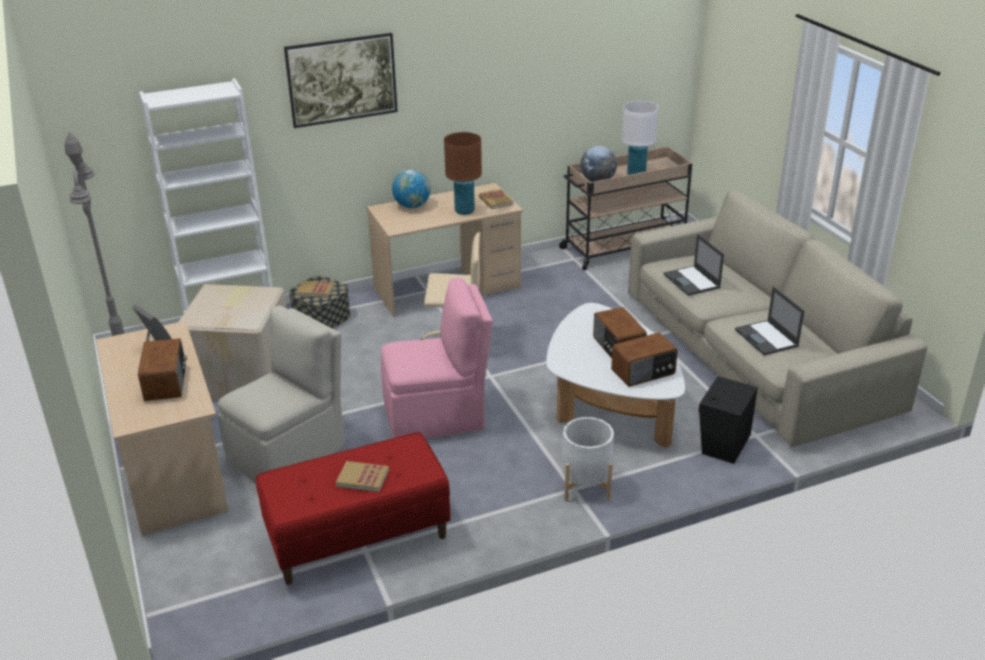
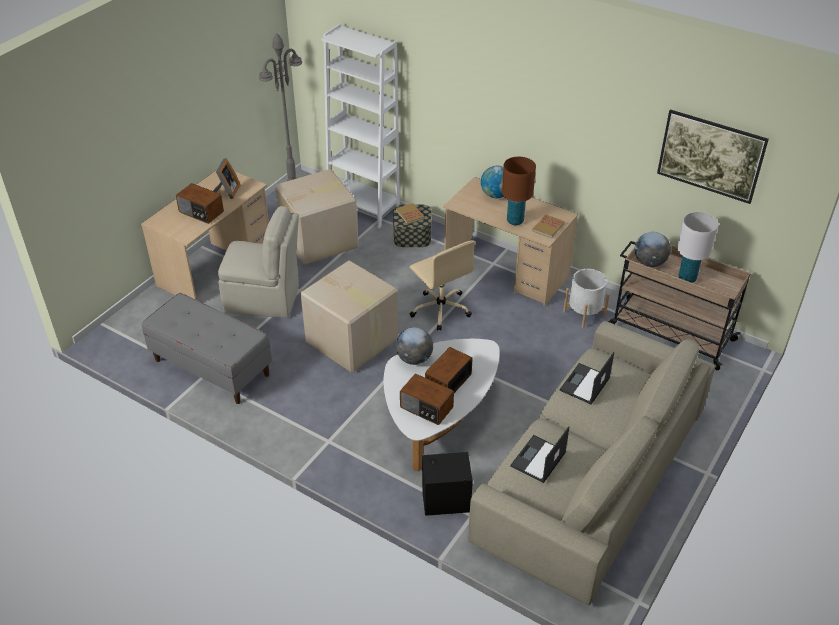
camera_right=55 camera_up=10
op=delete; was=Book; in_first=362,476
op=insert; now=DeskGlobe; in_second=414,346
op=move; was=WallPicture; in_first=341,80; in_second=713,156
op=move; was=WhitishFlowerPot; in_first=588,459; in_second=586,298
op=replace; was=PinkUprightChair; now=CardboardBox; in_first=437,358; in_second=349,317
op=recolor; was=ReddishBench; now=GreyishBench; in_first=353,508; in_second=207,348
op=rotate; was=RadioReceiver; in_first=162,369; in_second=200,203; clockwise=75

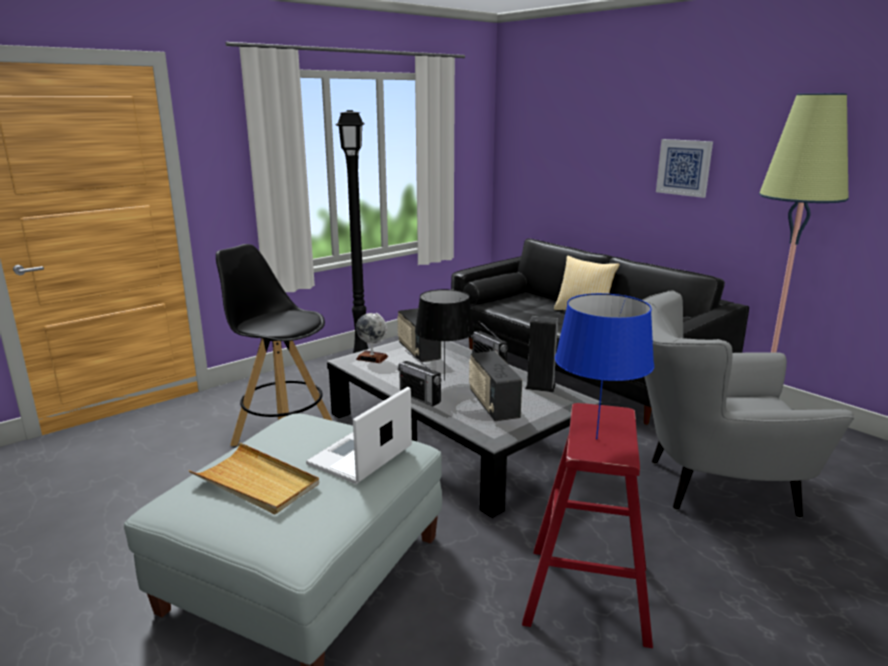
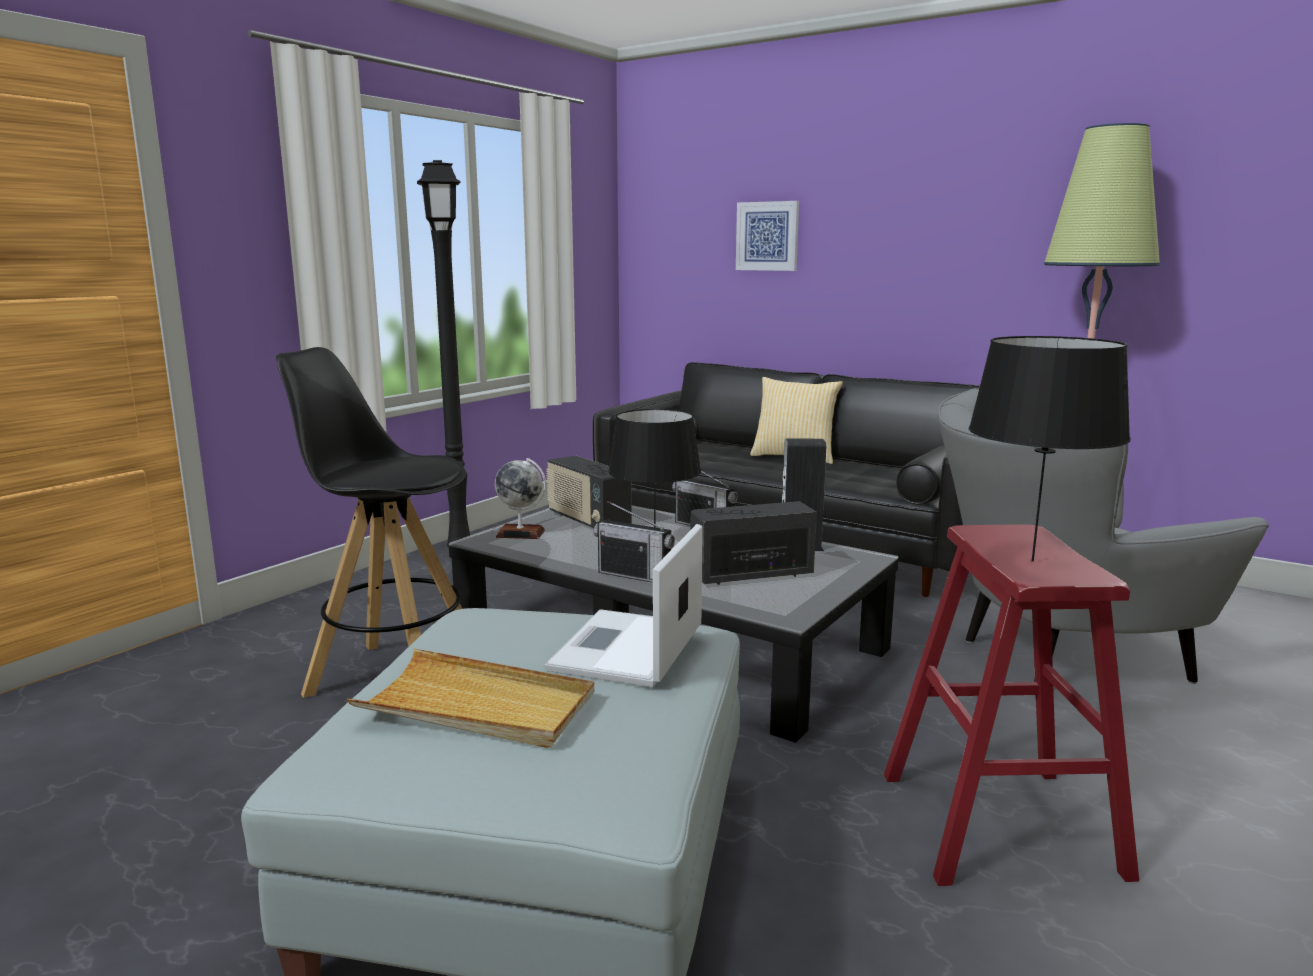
camera_right=-15 camera_up=-5
op=move; was=WallPicture; in_first=684,168; in_second=767,236
op=recolor; was=BluishTabletopLamp; now=BlackColouredTabletopLamp; in_first=604,366; in_second=1050,449
op=rotate; was=RadioReceiver; in_first=495,386; in_second=754,543; clockwise=105

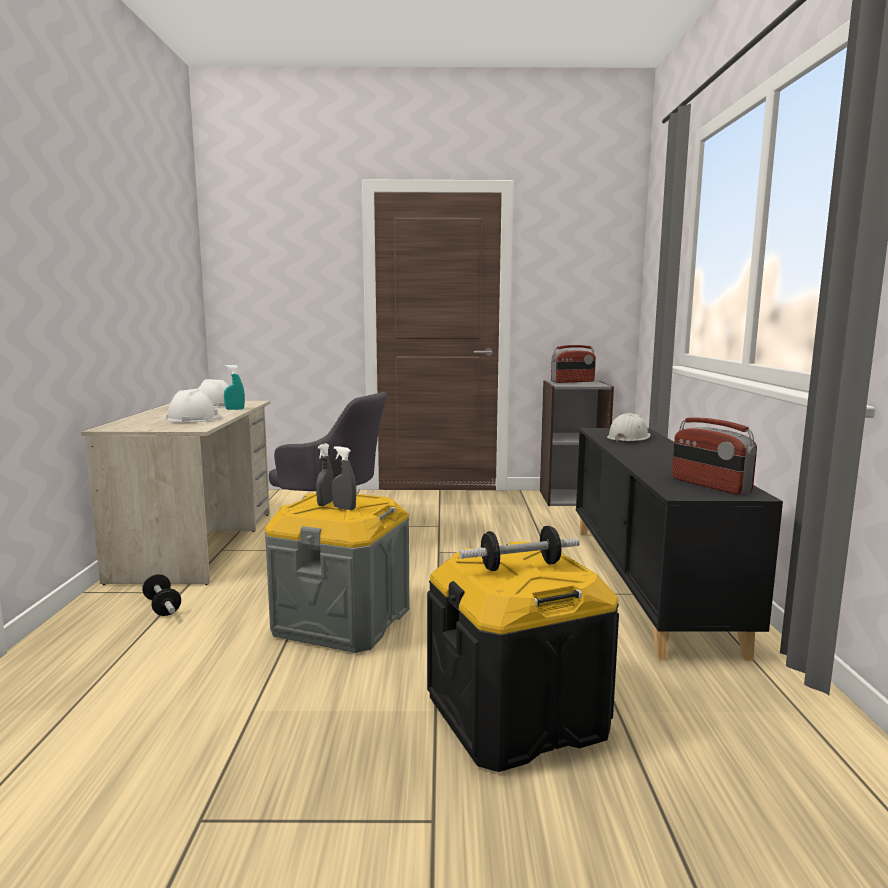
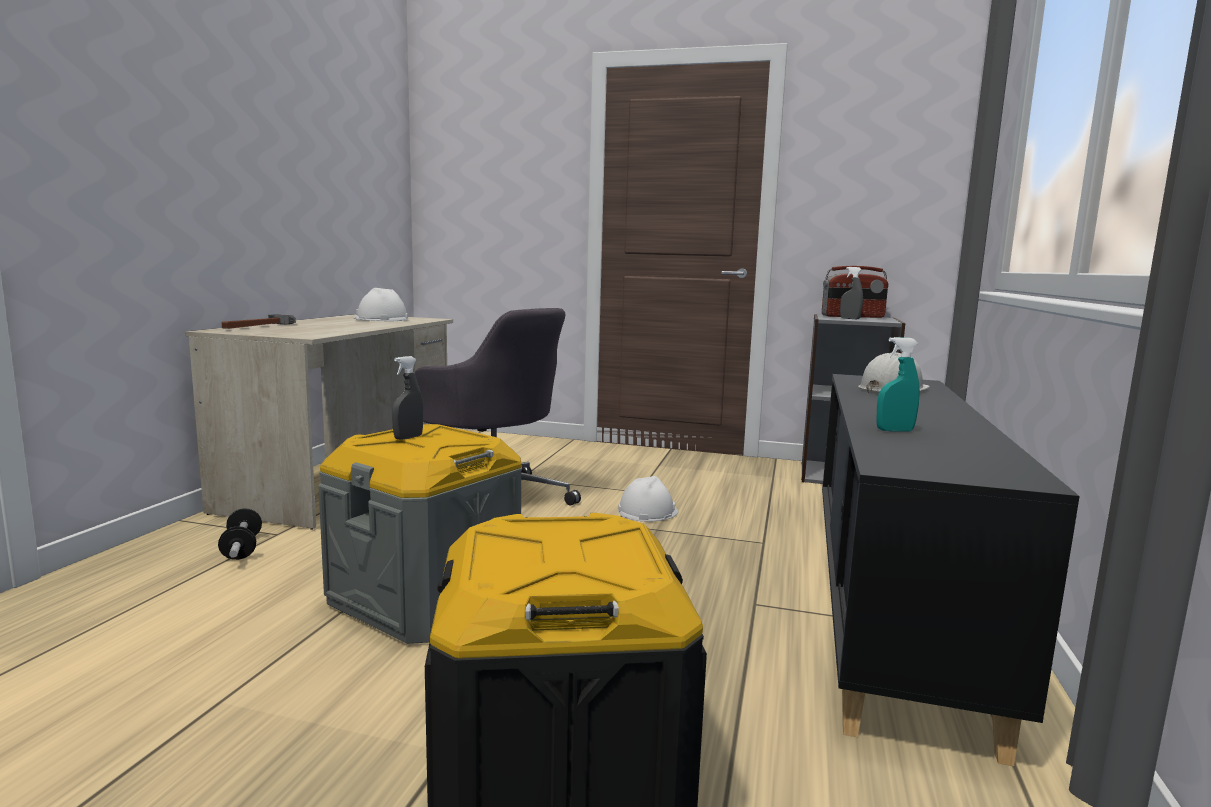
camera_right=15 camera_up=0
op=delete; was=Dumbbell; in_first=519,548
op=delete; was=RadioReceiver; in_first=714,456
op=insert; now=ToolHammer; in_second=259,321
op=move; was=WhitishWorkHelmet; in_first=194,405; in_second=648,498
op=move; was=TurquoiseSprayer; in_first=234,387; in_second=898,384
op=move; was=GreyishSprayer; in_first=344,478; in_second=851,293

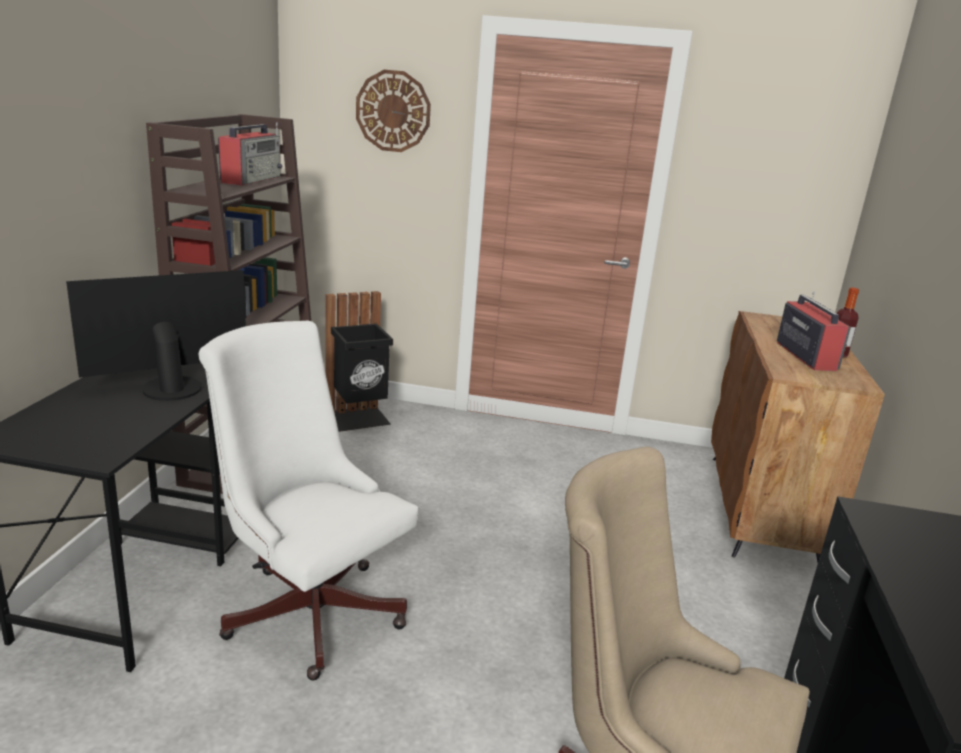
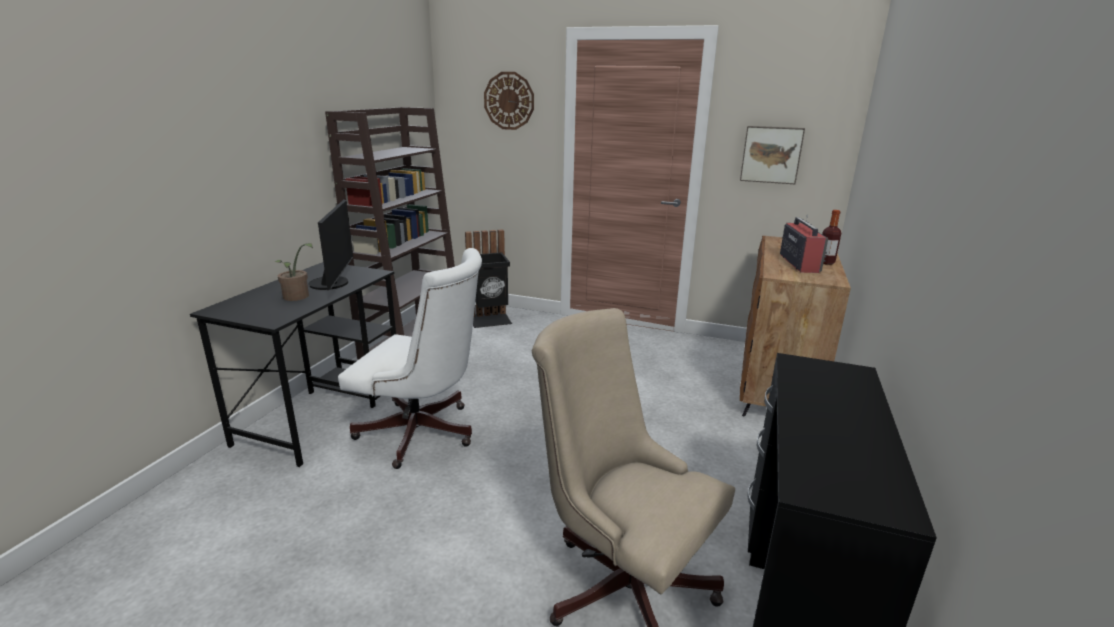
camera_right=10 camera_up=0
op=delete; was=RadioReceiver; in_first=250,154
op=insert; now=PottedPlant; in_second=293,272
op=insert; now=WallPicture; in_second=772,155
op=rotate; was=Monitor; in_first=156,335; in_second=330,245; clockwise=105
op=rotate; was=WhitishDeskChair; in_first=308,500; in_second=410,358; clockwise=150

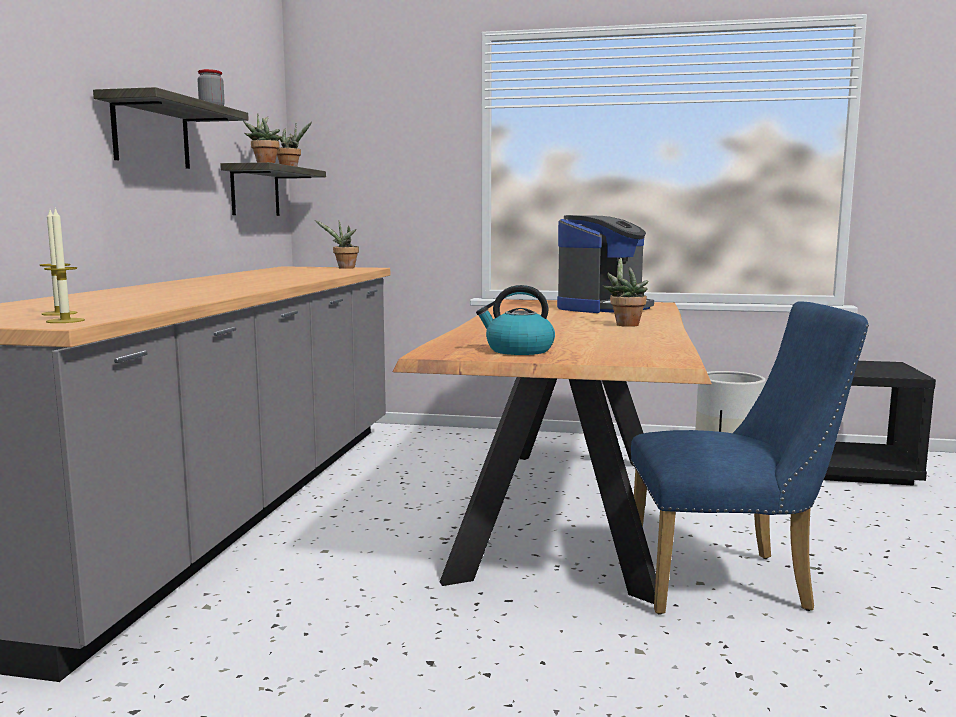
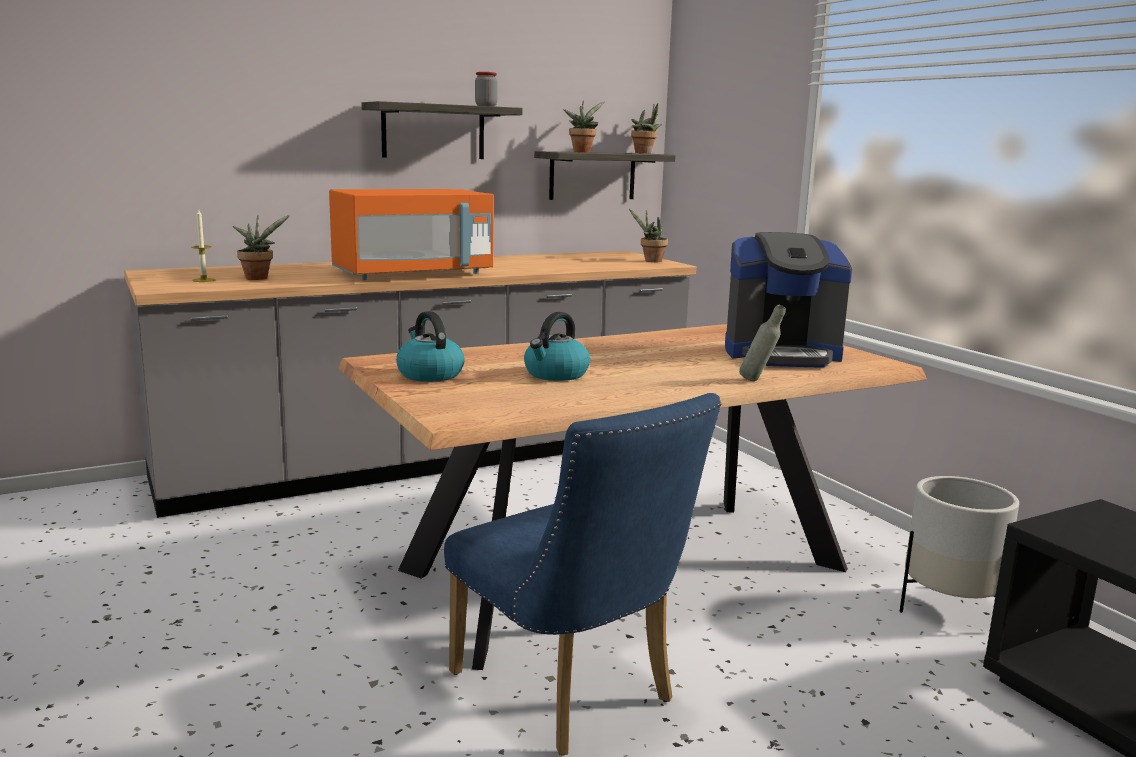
camera_right=50 camera_up=5
op=delete; was=WaxLight; in_first=64,265
op=insert; now=OrangeColouredMicrowave; in_second=411,234
op=insert; now=Kettle; in_second=557,346
op=insert; now=GreyishBeverageBottle; in_second=762,343
op=move; was=PottedPlant; in_first=626,292; in_second=261,247

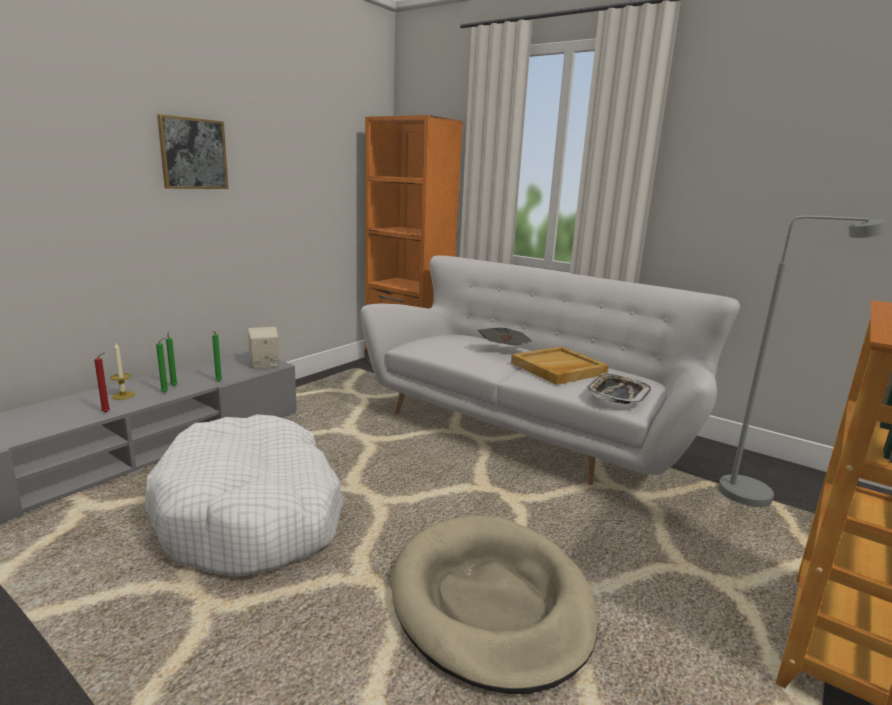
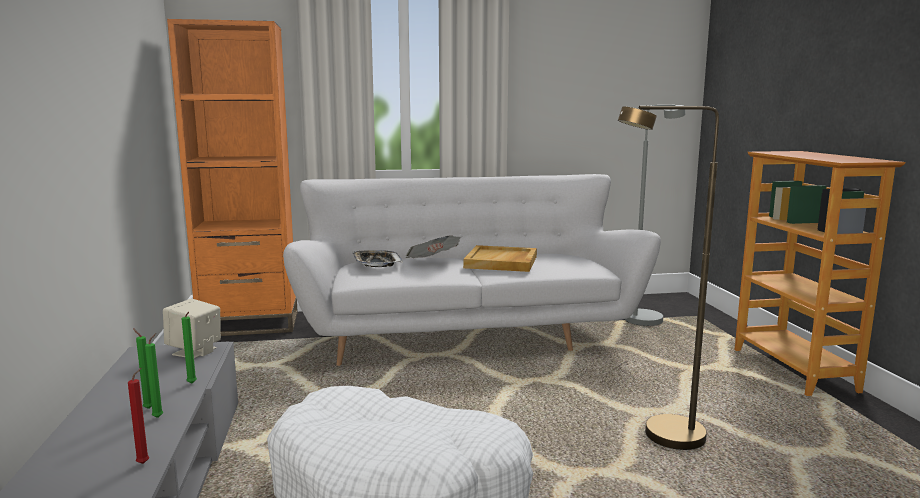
camera_right=-45 camera_up=-5
op=delete; was=WaxLight; in_first=123,371
op=delete; was=WallPicture; in_first=192,151
op=move; was=ServingTray; in_first=619,388; in_second=378,258
op=replace; was=SandColouredPetBed; now=BrownishStandingLamp; in_first=495,604; in_second=668,278

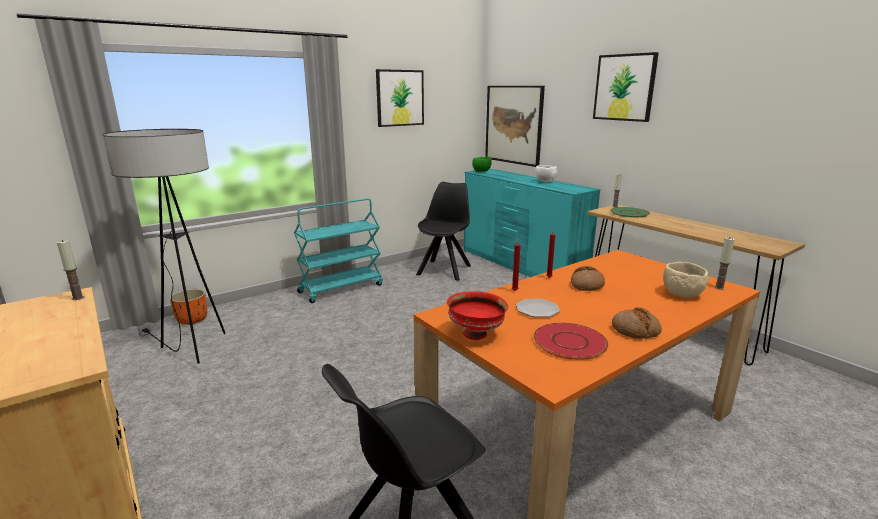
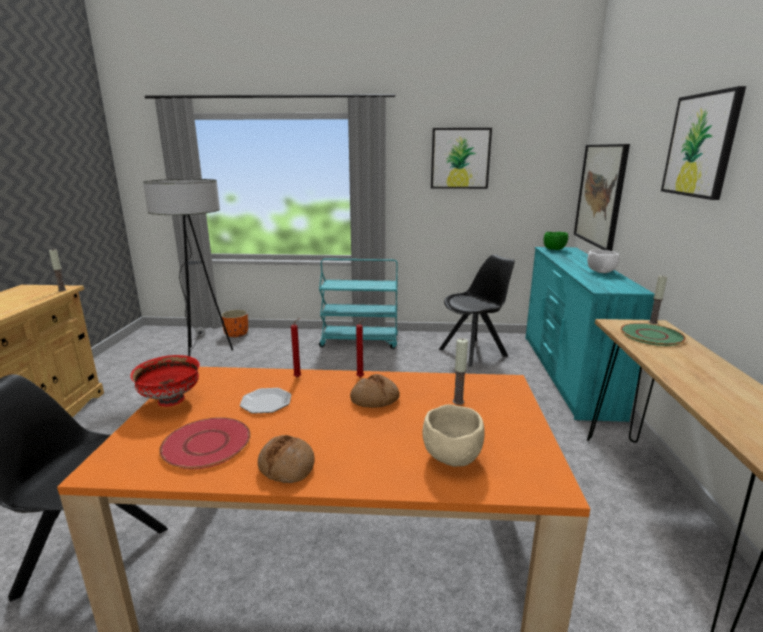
camera_right=40 camera_up=0
op=move; was=WaxLight; in_first=725,264; in_second=460,371

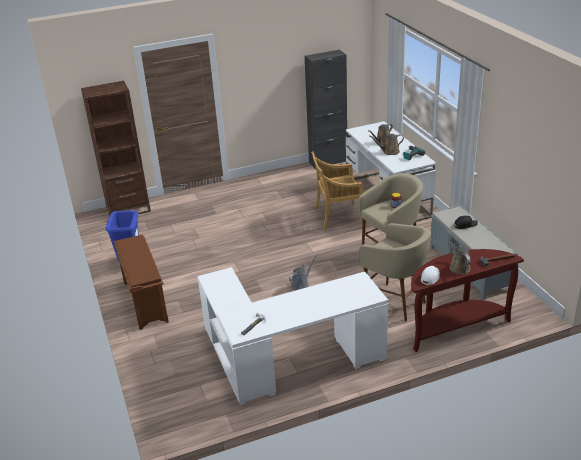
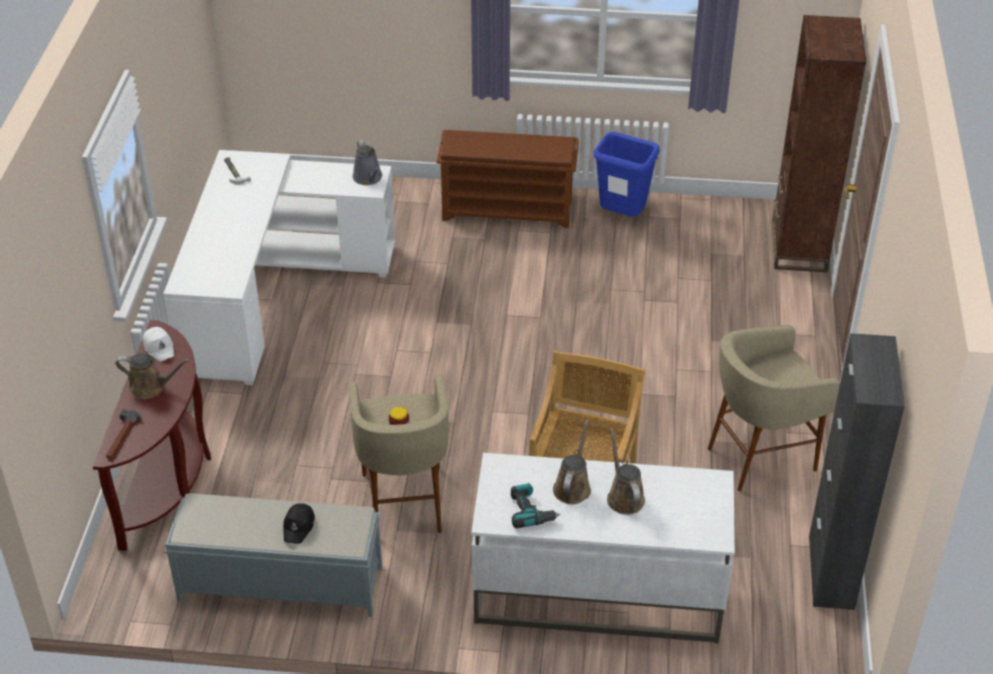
camera_right=115 camera_up=10
op=move; was=GreyishWateringPot; in_first=303,273; in_second=367,162
op=move; was=SandColouredStoolSeat; in_first=395,272; in_second=774,408

